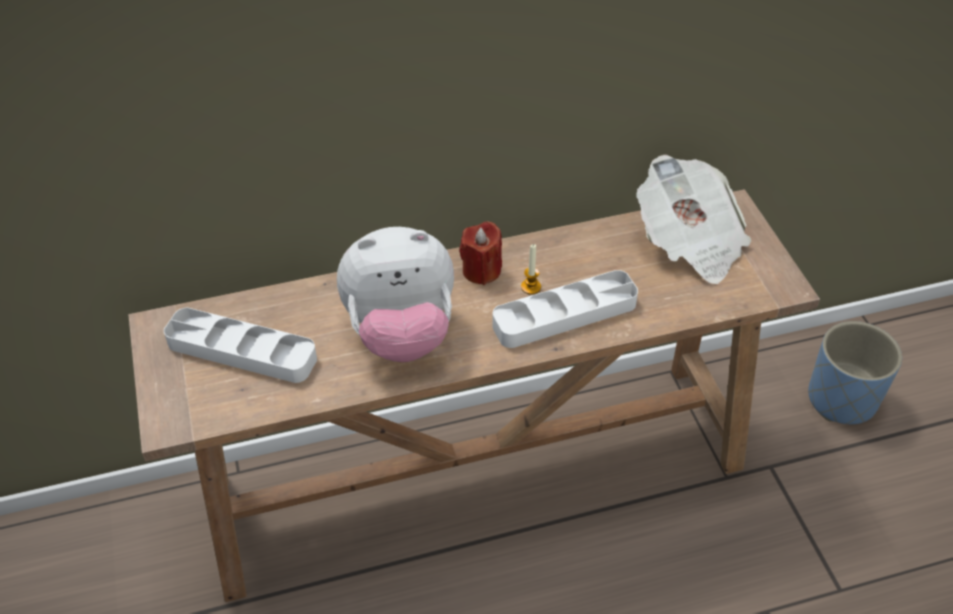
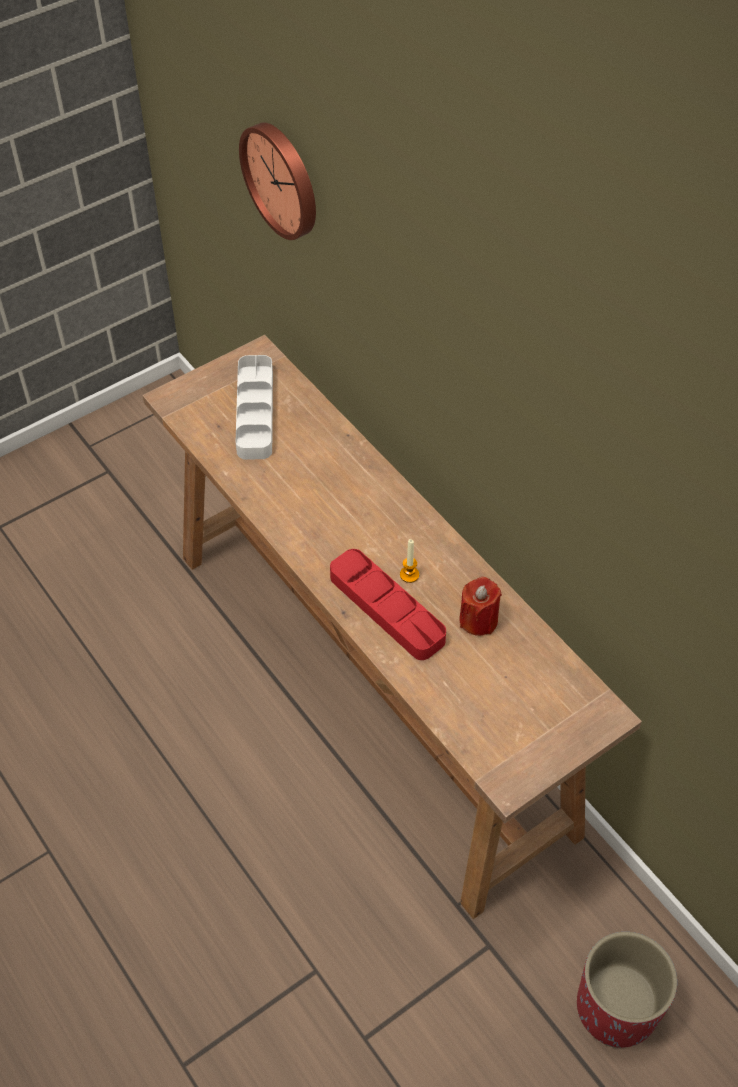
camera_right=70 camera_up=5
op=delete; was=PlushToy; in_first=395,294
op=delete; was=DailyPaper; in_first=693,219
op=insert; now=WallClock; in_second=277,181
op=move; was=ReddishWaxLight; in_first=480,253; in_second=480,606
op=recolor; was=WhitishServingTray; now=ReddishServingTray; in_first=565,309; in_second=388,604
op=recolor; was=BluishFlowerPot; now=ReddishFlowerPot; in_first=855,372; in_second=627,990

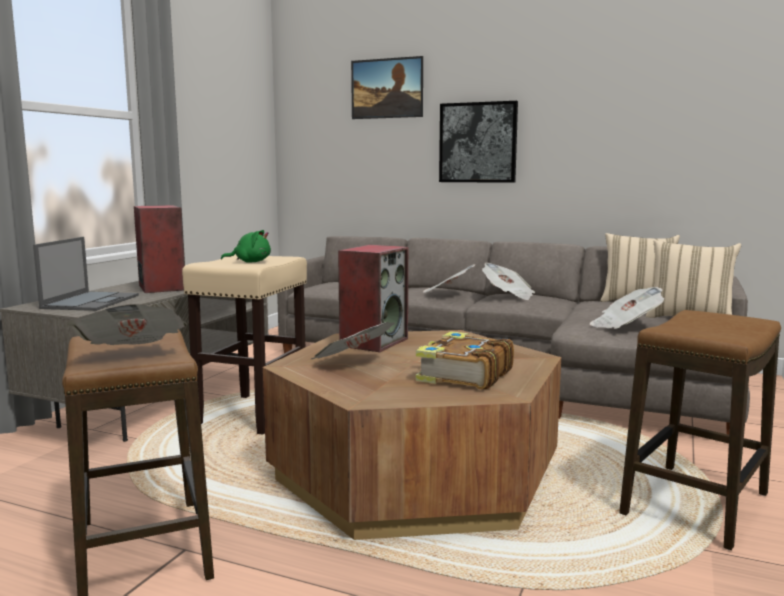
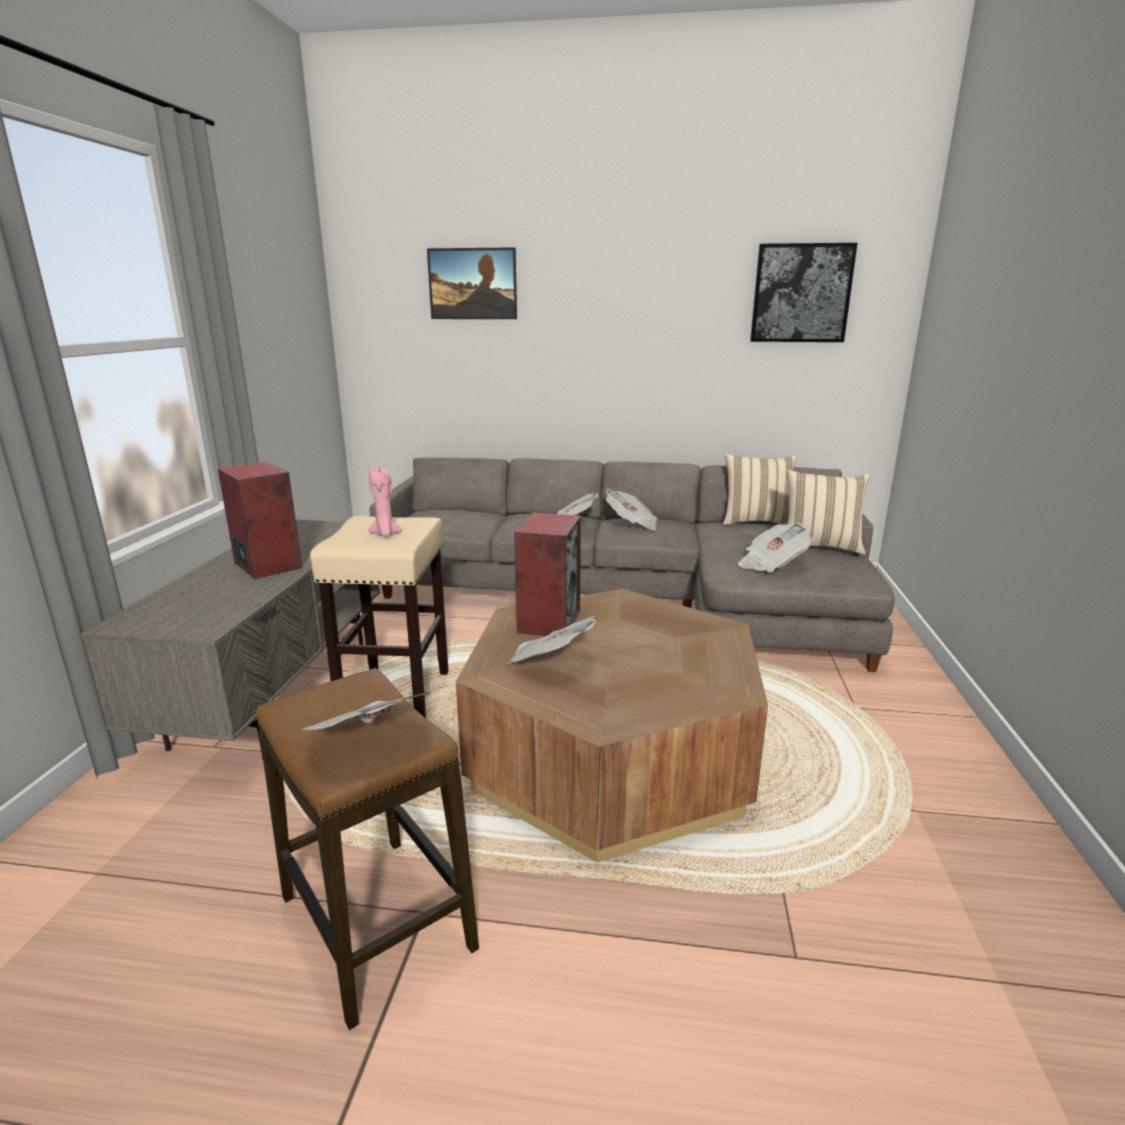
camera_right=-15 camera_up=10
op=delete; was=PortableComputer; in_first=86,274
op=delete; was=Book; in_first=465,360
op=delete; was=StoolSeat; in_first=700,430
op=move; was=WallPicture; in_first=478,142; in_second=803,292
op=replace; was=GreenColouredPlushToy; now=PinkWaxLight; in_first=246,246; in_second=385,501

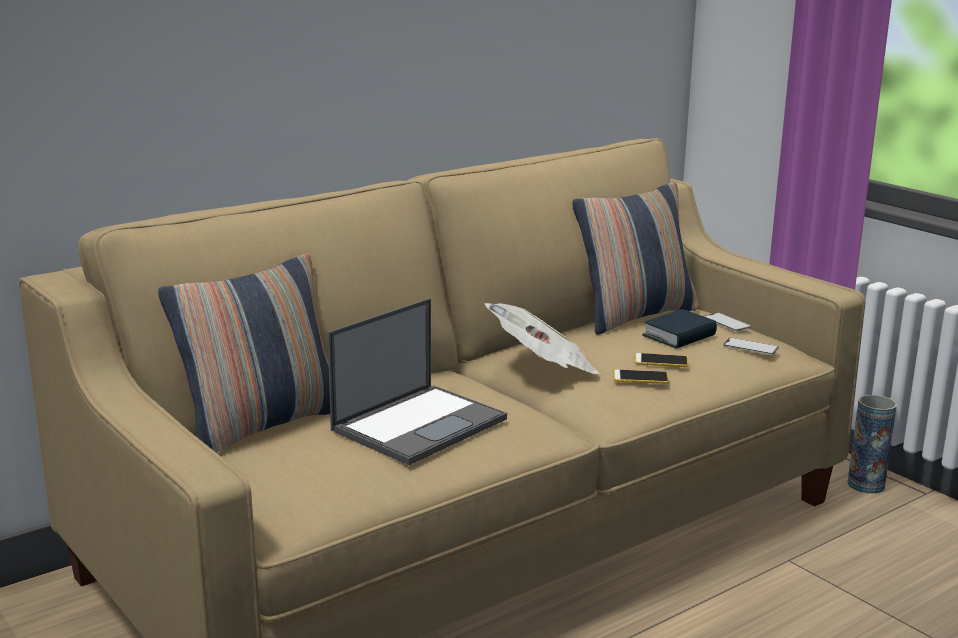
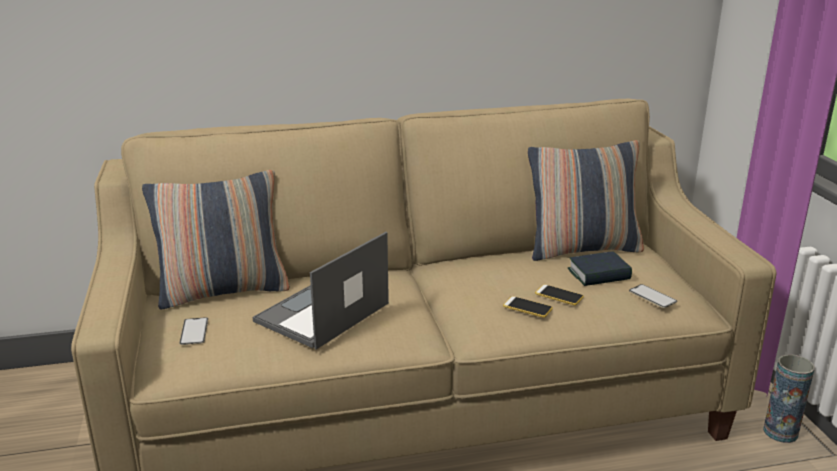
camera_right=25 camera_up=5
op=delete; was=DailyPaper; in_first=542,338
op=move; was=Telephone; in_first=728,322; in_second=193,331
op=rotate; was=PortableComputer; in_first=417,381; in_second=321,291; clockwise=150

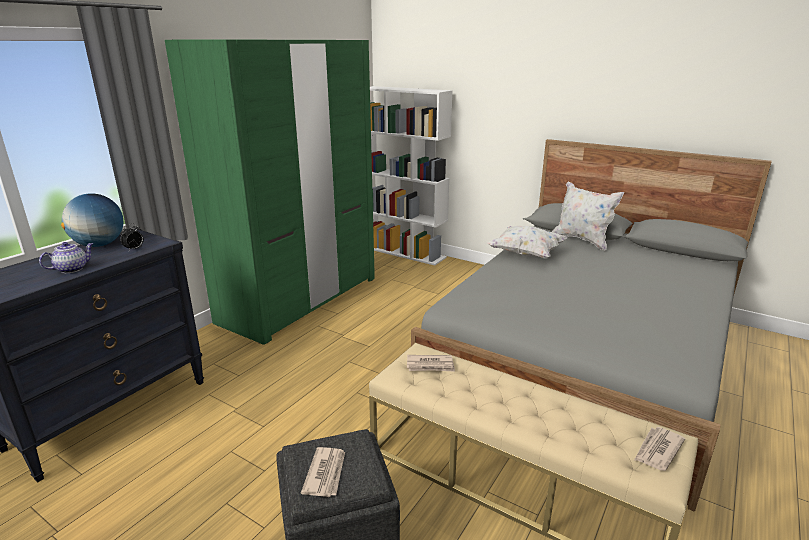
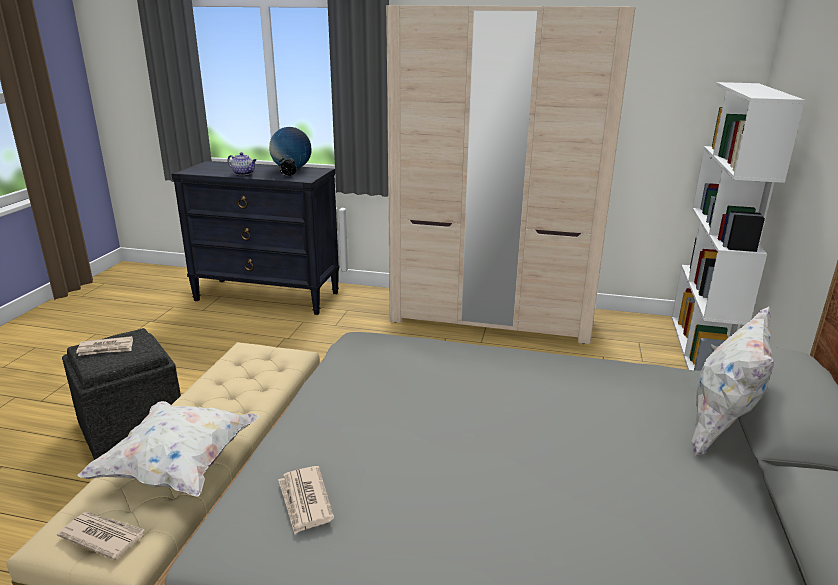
camera_right=70 camera_up=0
op=move; was=DailyPaper; in_first=431,363; in_second=306,500
op=move; was=WhitishCushion; in_first=527,242; in_second=168,448
op=recolor; was=GreenColouredArmoire; now=SandColouredArmoire; in_first=270,192; in_second=510,174

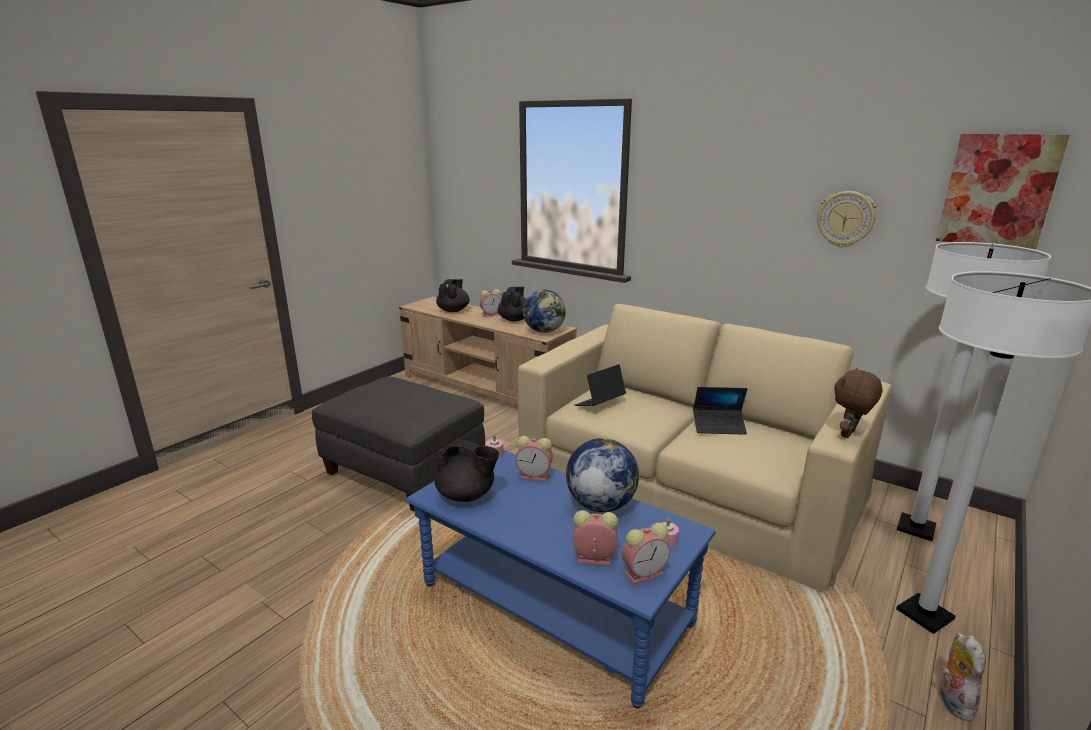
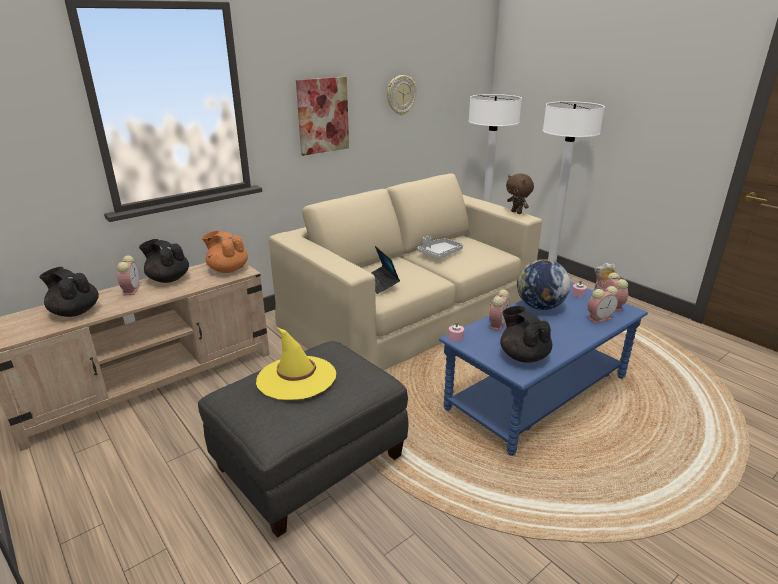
camera_right=-75 camera_up=5
op=insert; now=YellowishWearableHat; in_second=296,363
op=move; was=WallPicture; in_first=1003,192; in_second=322,116
op=replace; was=DeskGlobe; now=OrangeColouredTeaPot; in_first=544,311; in_second=225,252
op=replace; was=PortableComputer; now=GreyishServingTray; in_first=720,411; in_second=440,247
op=rotate; was=BlackColouredTeaPot; in_first=467,471; in_second=526,334; clockwise=-60
op=rotate; was=AlarmClock; in_first=595,538; in_second=602,305; clockwise=-135

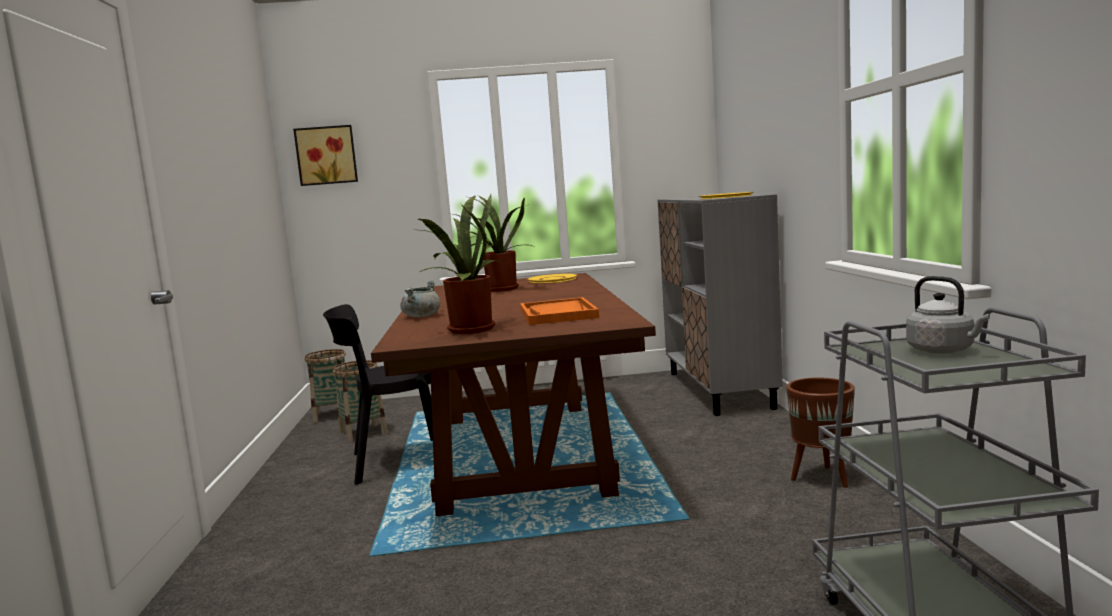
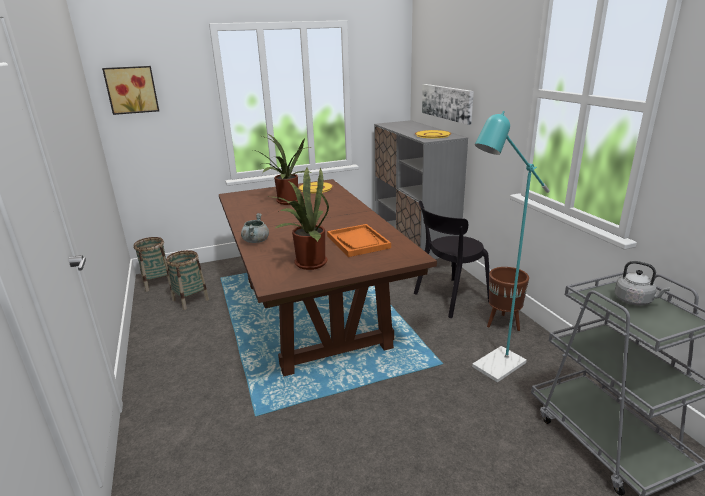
camera_right=-15 camera_up=15
op=insert; now=WallPicture; in_second=448,104
op=insert; now=TurquoiseStandingLamp; in_second=511,247
op=move; was=BlackColouredUprightChair; in_first=378,394; in_second=452,259

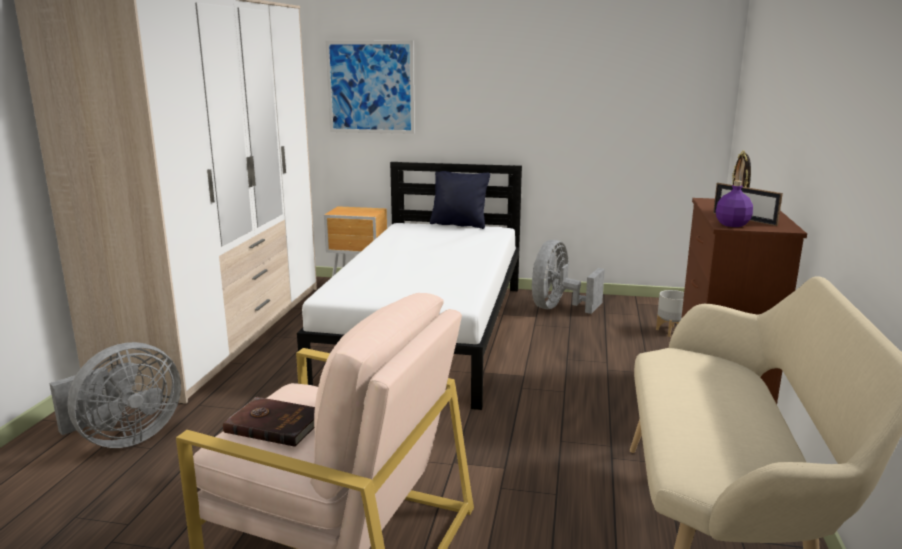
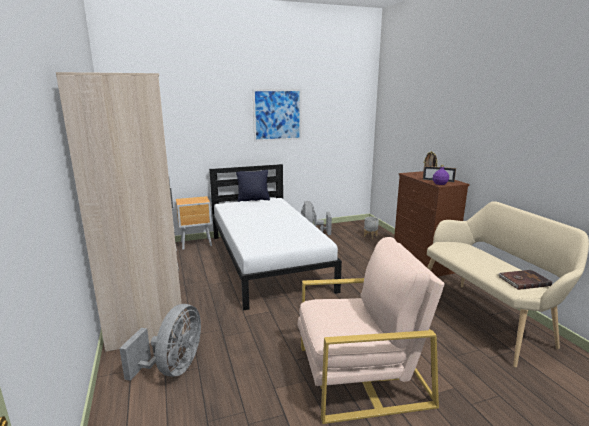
camera_right=-30 camera_up=0
op=move; was=BrownishBook; in_first=269,422; in_second=525,280
op=move; was=WallPicture; in_first=370,87; in_second=277,115

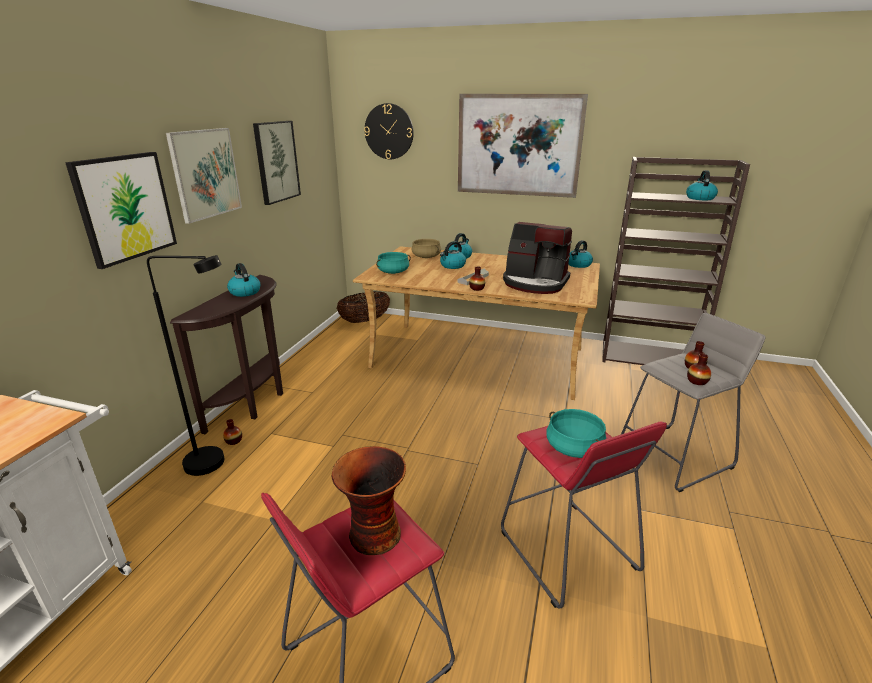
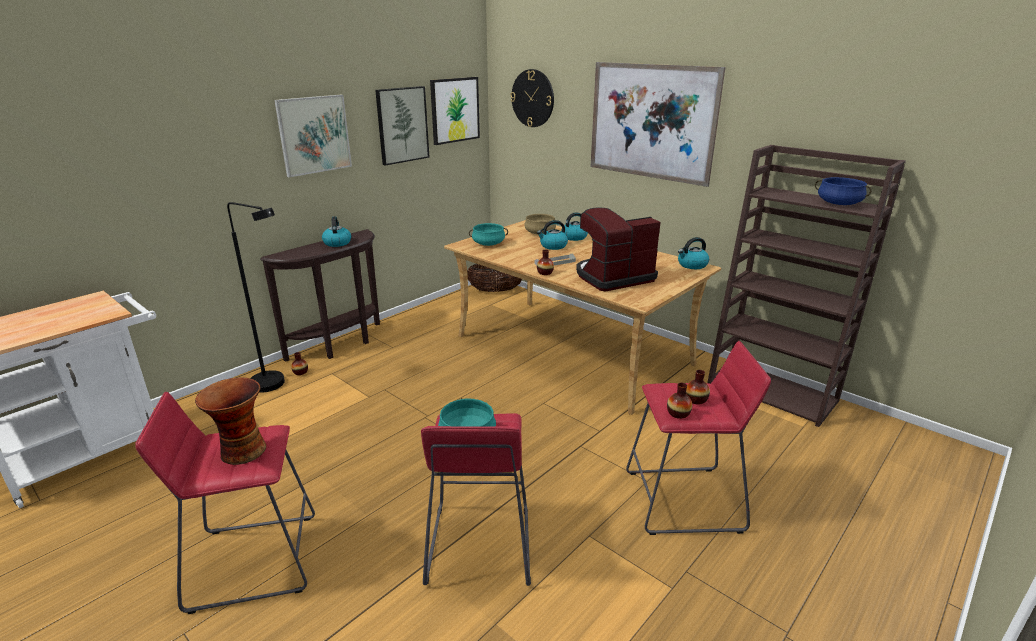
camera_right=25 camera_up=0
op=move; was=WallPicture; in_first=121,210; in_second=455,111
op=replace; was=Kettle; now=BluishStockpot; in_first=702,185; in_second=843,191
op=recolor; was=GreyishStoolSeat; now=ReddishStoolSeat; in_first=693,402; in_second=698,438
op=rotate; was=CoffeeMaker; in_first=537,258; in_second=618,249; clockwise=105

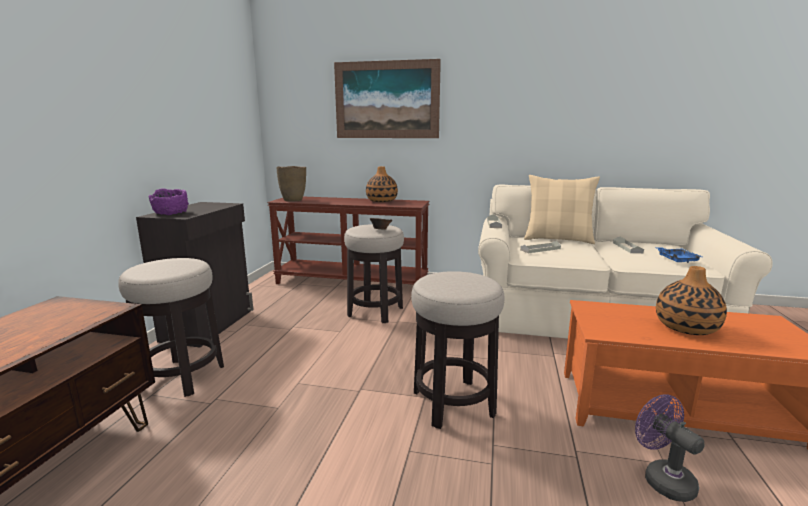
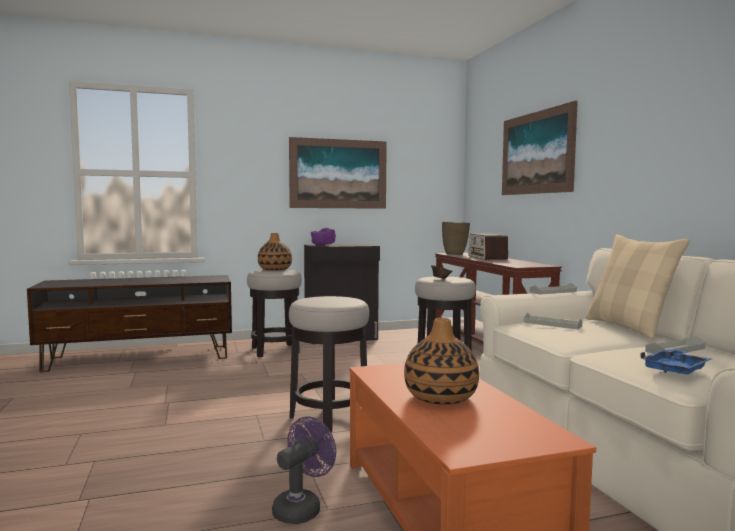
camera_right=60 camera_up=-10
op=insert; now=WallPicture; in_second=338,173
op=insert; now=RadioReceiver; in_second=488,247
op=move; was=FlowerVase; in_first=382,184; in_second=275,251

